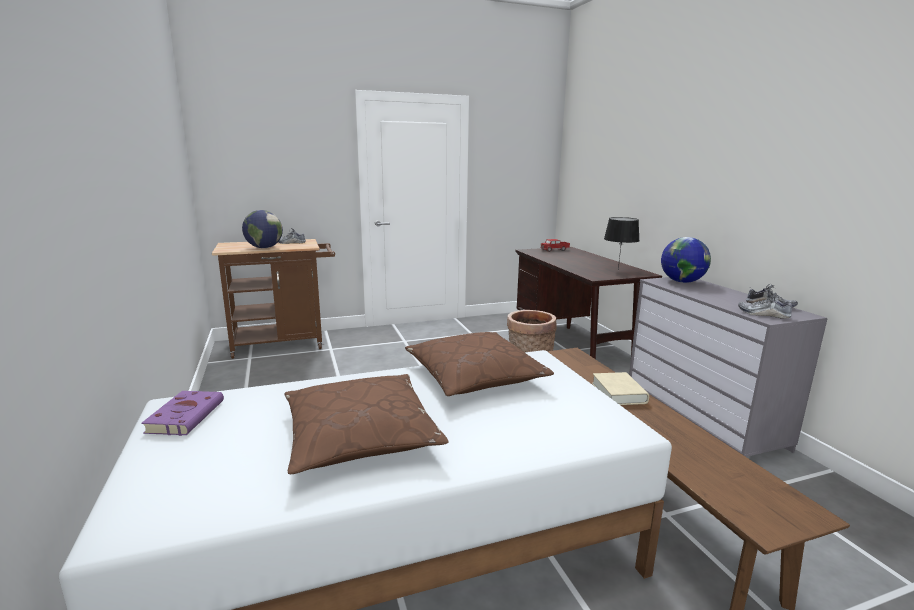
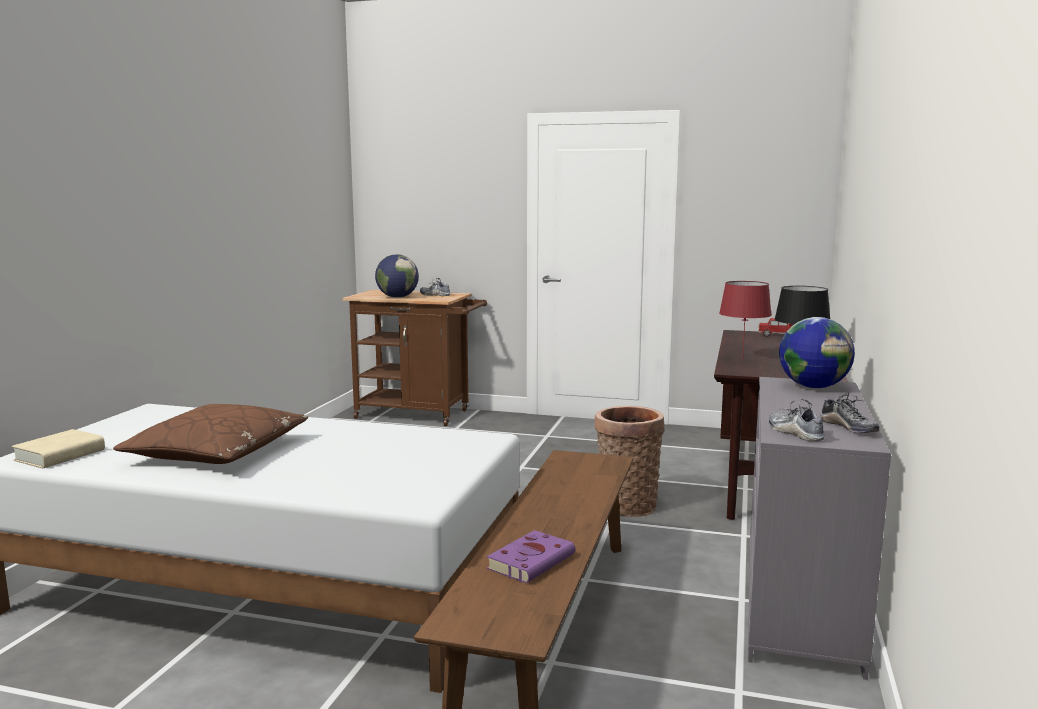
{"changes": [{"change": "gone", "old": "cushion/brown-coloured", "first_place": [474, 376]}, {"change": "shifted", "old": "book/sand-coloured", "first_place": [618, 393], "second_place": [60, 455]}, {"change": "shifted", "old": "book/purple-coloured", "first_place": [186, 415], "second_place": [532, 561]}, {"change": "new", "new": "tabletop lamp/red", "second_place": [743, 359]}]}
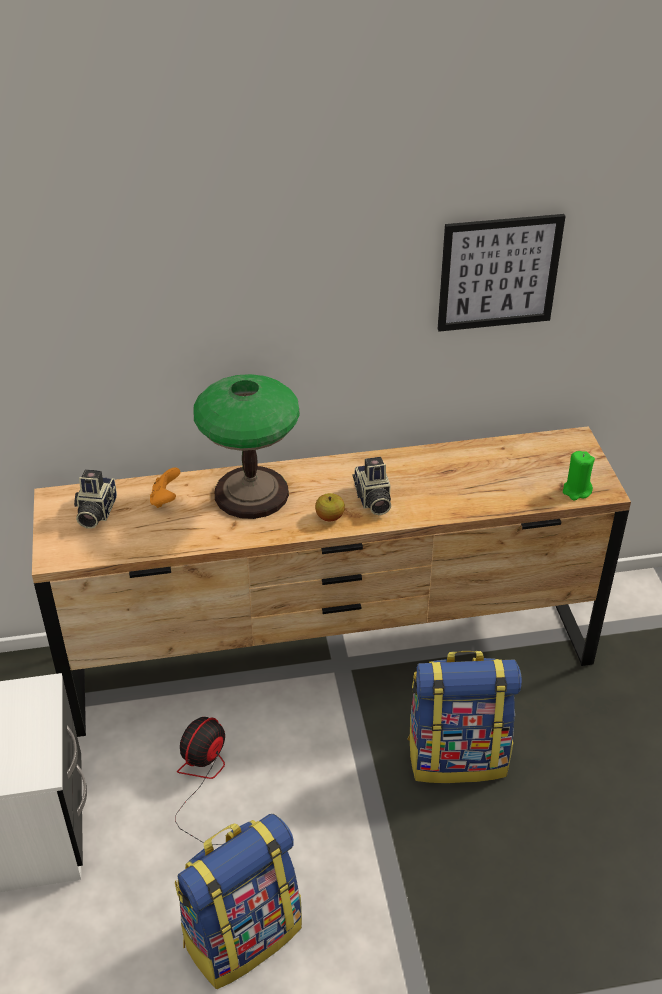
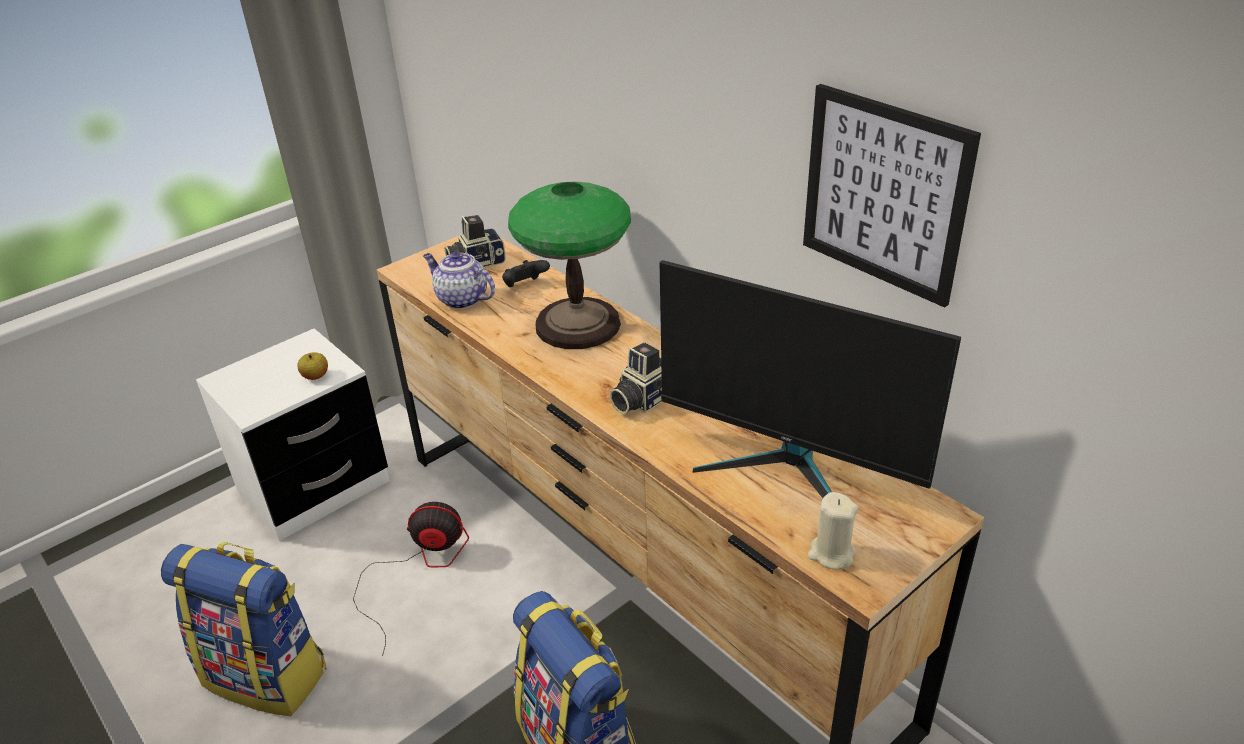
{"changes": [{"change": "repainted", "old": "wax light/green-coloured", "new": "wax light/sand-coloured", "first_place": [576, 491], "second_place": [831, 554]}, {"change": "repainted", "old": "joypad/orange-coloured", "new": "joypad/blackish", "first_place": [166, 499], "second_place": [525, 286]}, {"change": "shifted", "old": "apple", "first_place": [330, 517], "second_place": [315, 376]}, {"change": "new", "new": "teapot", "second_place": [461, 299]}, {"change": "new", "new": "computer screen", "second_place": [789, 467]}]}
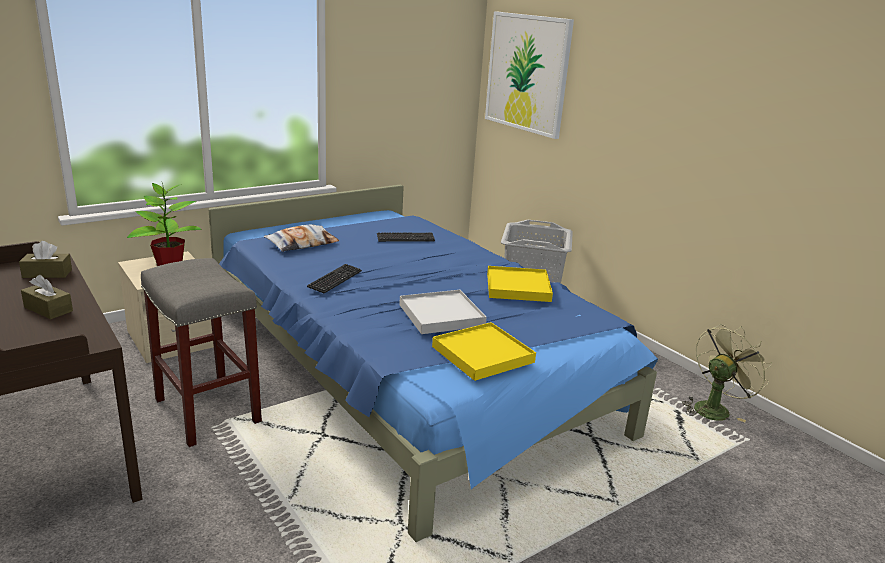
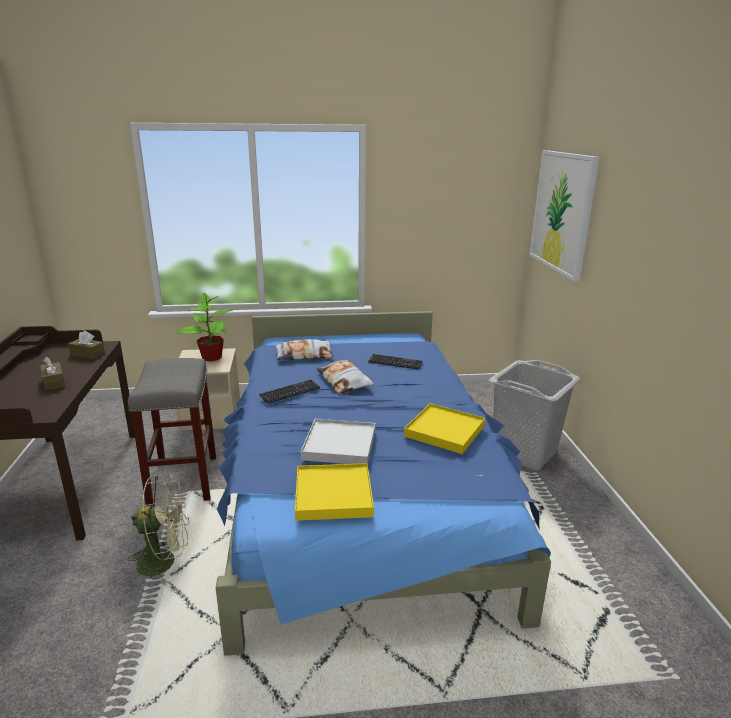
{"changes": [{"change": "shifted", "old": "fan/green-coloured", "first_place": [714, 408], "second_place": [165, 561]}, {"change": "new", "new": "cushion", "second_place": [344, 381]}]}
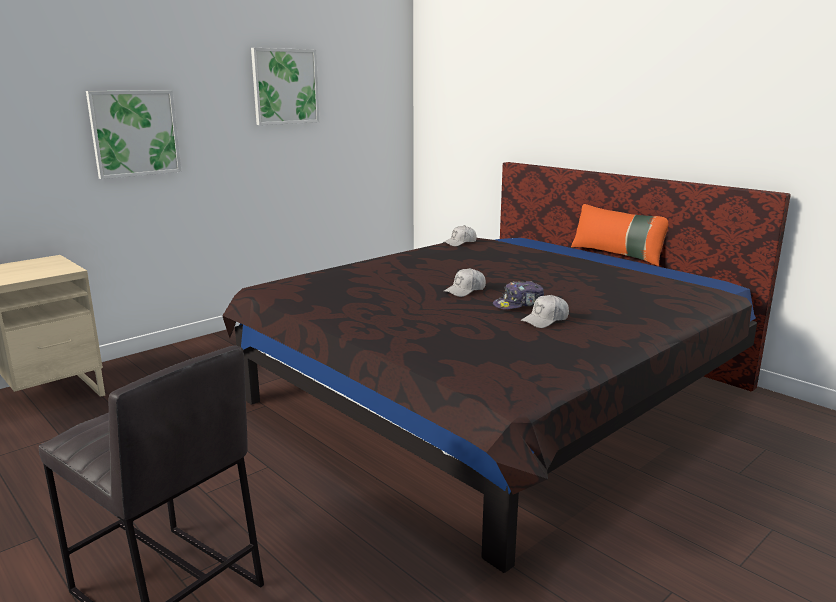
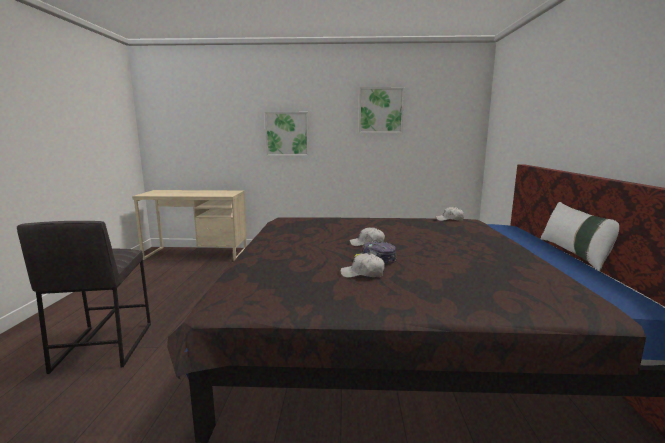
{"changes": [{"change": "repainted", "old": "cushion/orange-coloured", "new": "cushion/white-coloured", "first_place": [617, 255], "second_place": [575, 254]}]}
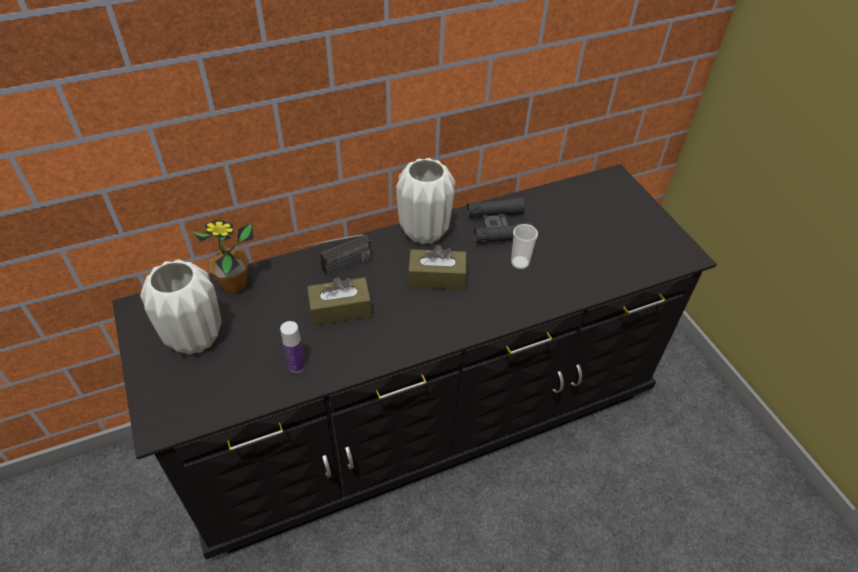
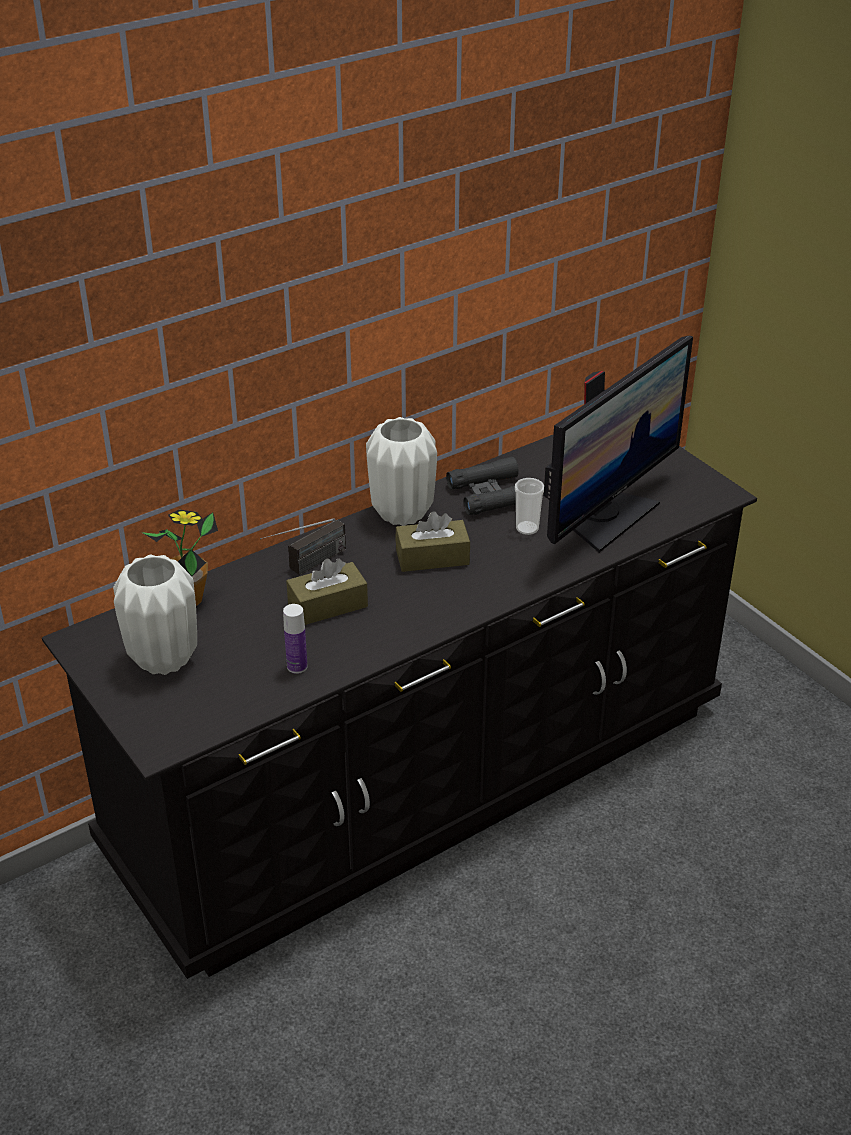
{"changes": [{"change": "new", "new": "computer screen", "second_place": [607, 517]}]}
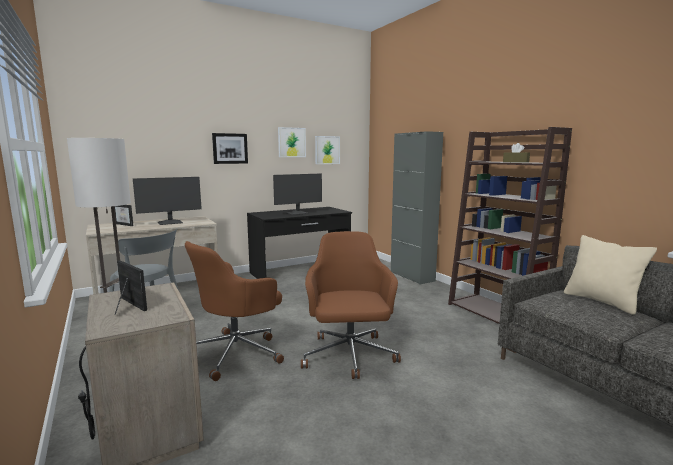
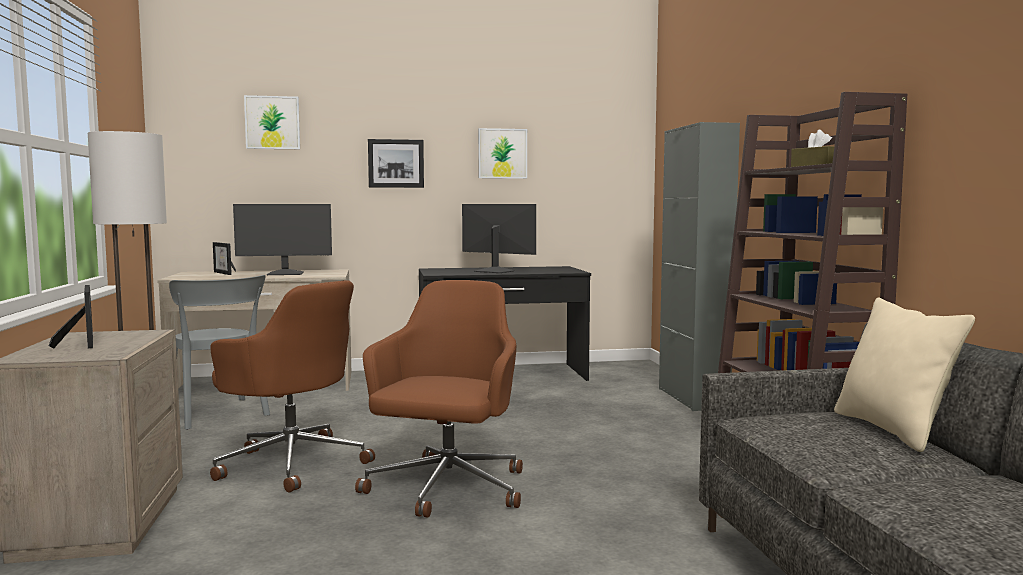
{"changes": [{"change": "shifted", "old": "wall picture", "first_place": [327, 150], "second_place": [272, 122]}, {"change": "rotated", "old": "computer screen", "first_place": [297, 213], "second_place": [494, 271], "degrees": -135}, {"change": "rotated", "old": "computer chair/brown-coloured", "first_place": [237, 352], "second_place": [292, 462], "degrees": -120}]}
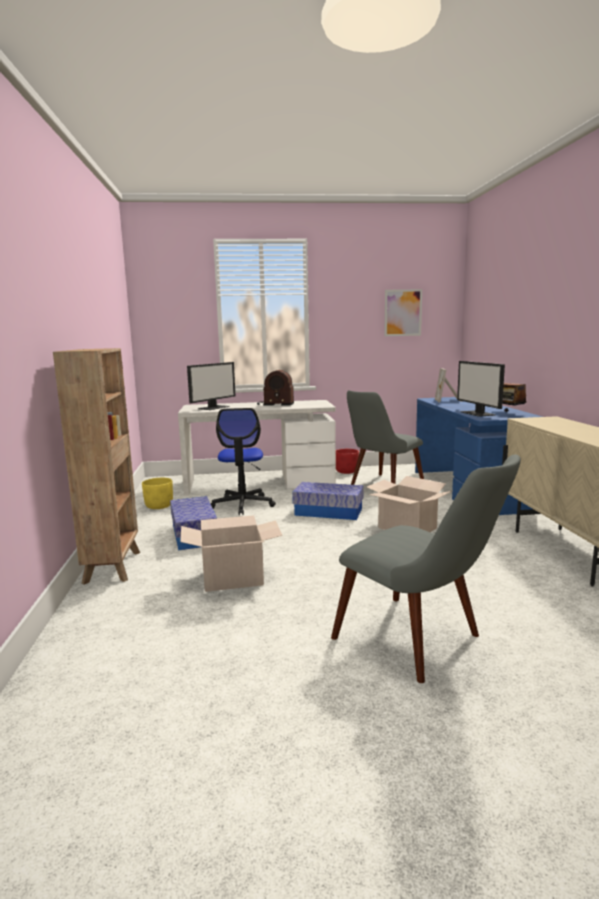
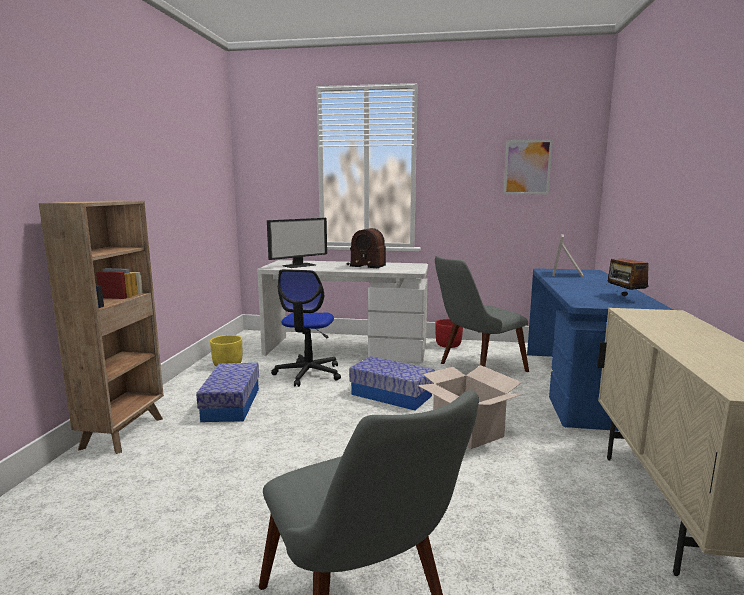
{"changes": [{"change": "gone", "old": "computer screen", "first_place": [478, 413]}, {"change": "gone", "old": "cardboard box", "first_place": [232, 578]}]}
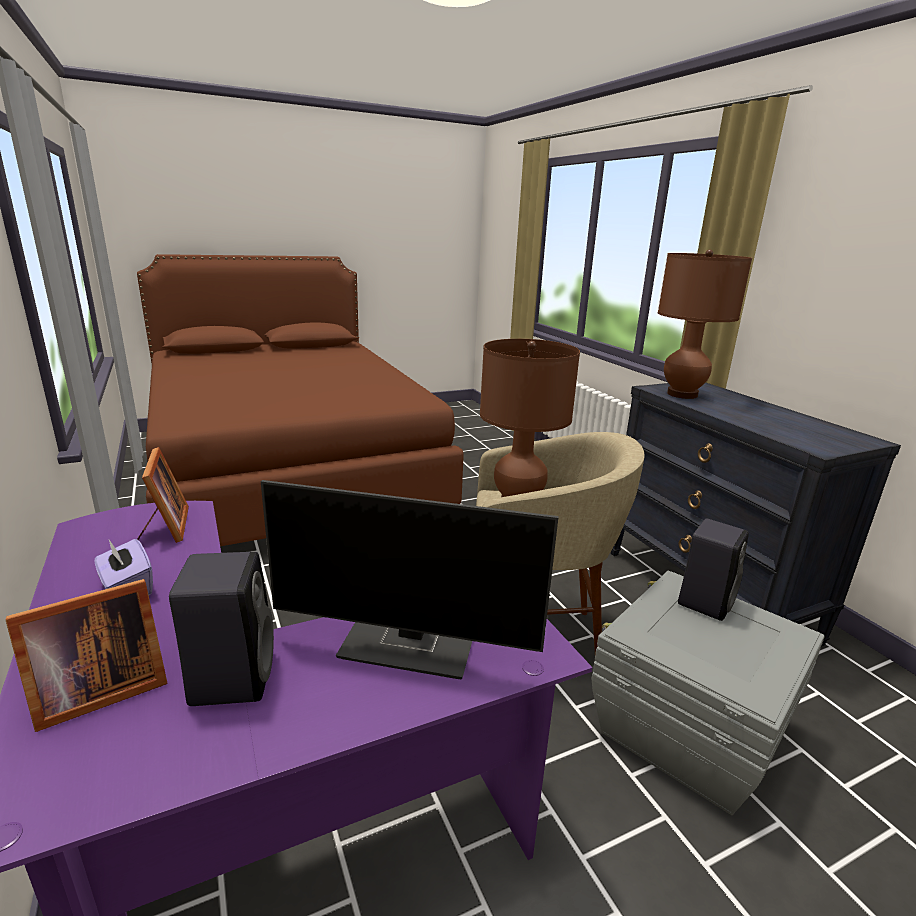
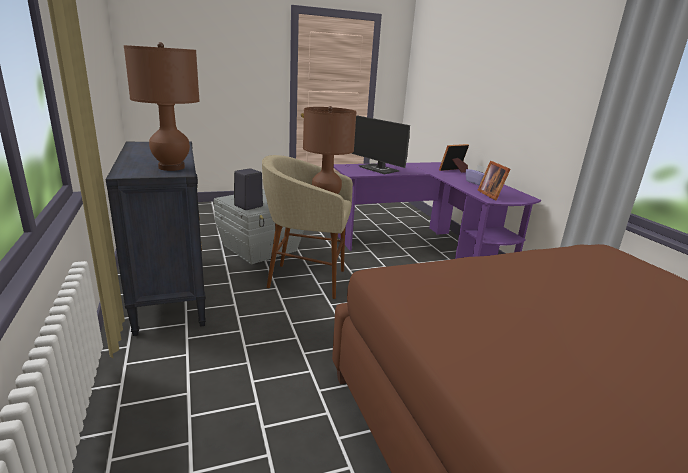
{"changes": [{"change": "rotated", "old": "computer screen", "first_place": [412, 644], "second_place": [379, 169], "degrees": -150}, {"change": "gone", "old": "loudspeaker/blackish", "first_place": [232, 675]}]}
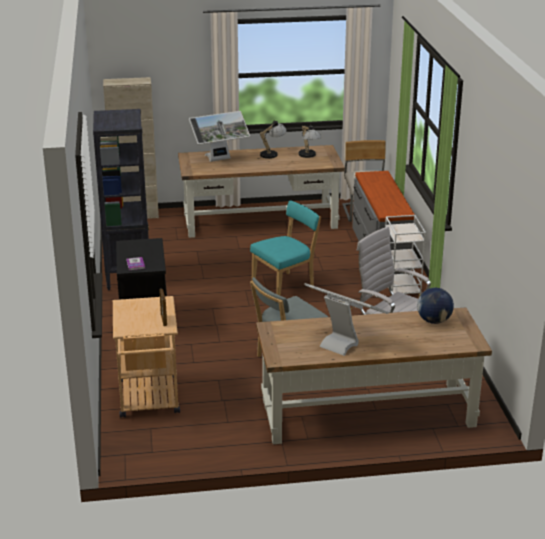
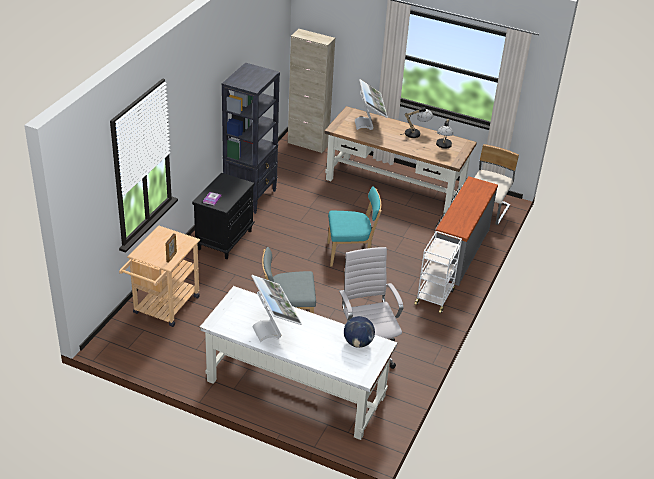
{"changes": [{"change": "rotated", "old": "computer screen", "first_place": [220, 160], "second_place": [369, 124], "degrees": -105}, {"change": "repainted", "old": "desk/brown-coloured", "new": "desk/white-coloured", "first_place": [366, 413], "second_place": [294, 389]}]}
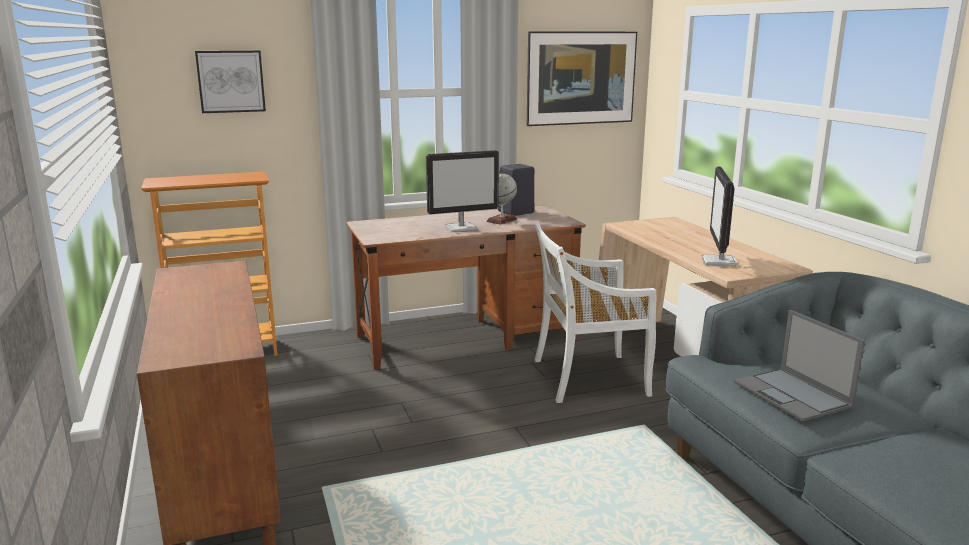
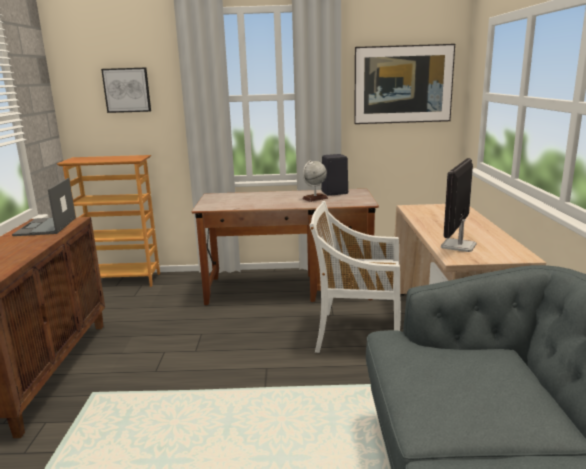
{"changes": [{"change": "gone", "old": "computer screen", "first_place": [462, 228]}, {"change": "shifted", "old": "laptop", "first_place": [793, 395], "second_place": [46, 227]}]}
